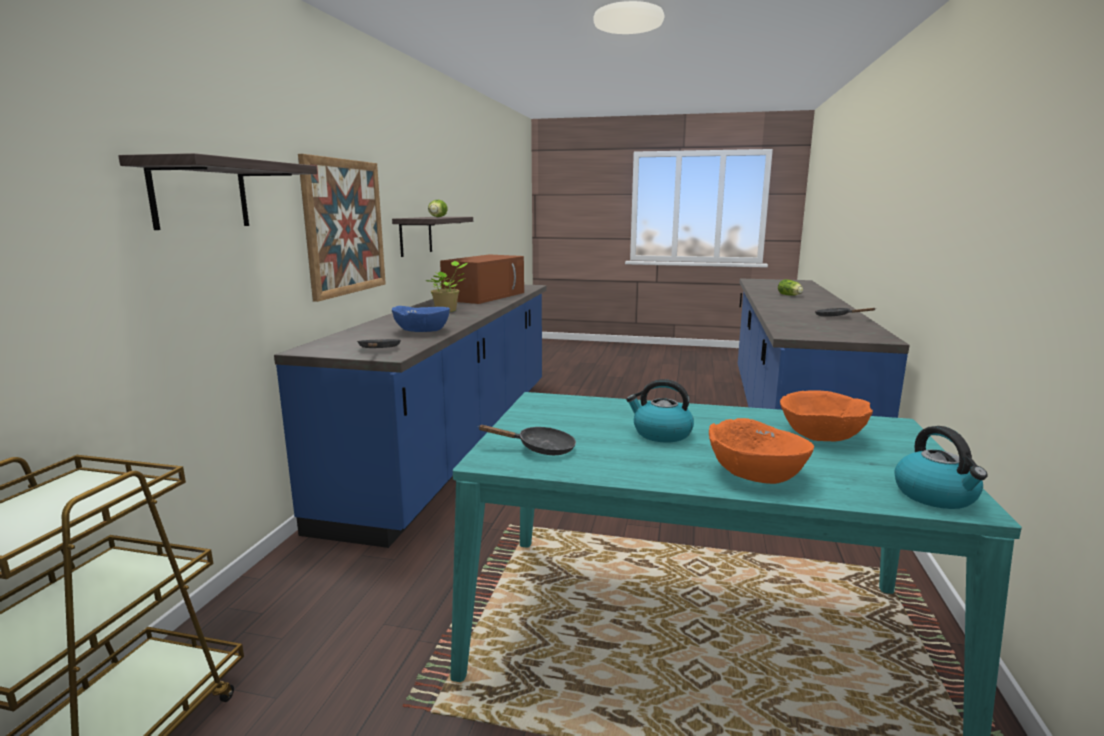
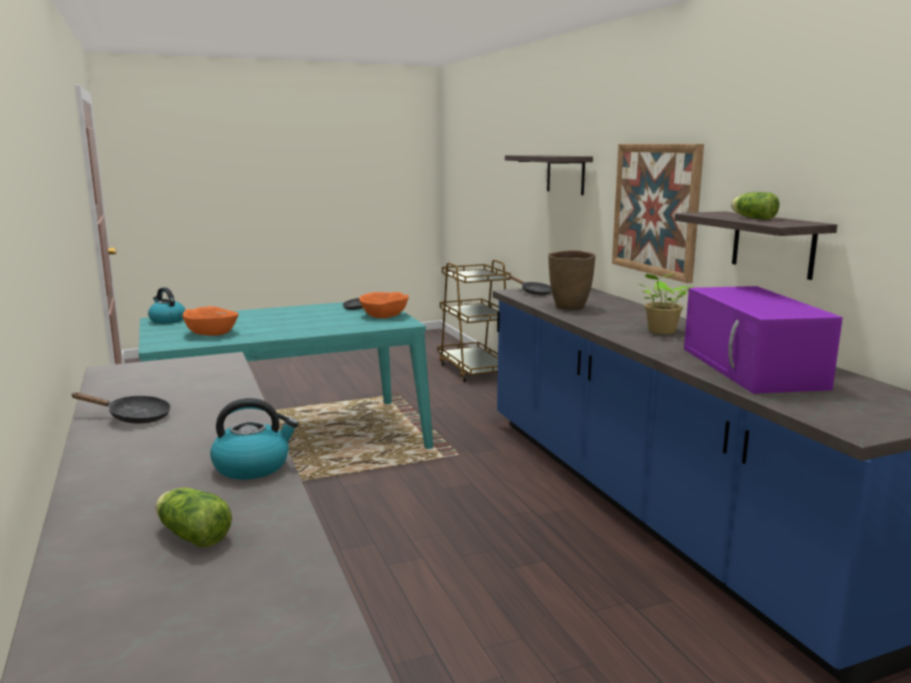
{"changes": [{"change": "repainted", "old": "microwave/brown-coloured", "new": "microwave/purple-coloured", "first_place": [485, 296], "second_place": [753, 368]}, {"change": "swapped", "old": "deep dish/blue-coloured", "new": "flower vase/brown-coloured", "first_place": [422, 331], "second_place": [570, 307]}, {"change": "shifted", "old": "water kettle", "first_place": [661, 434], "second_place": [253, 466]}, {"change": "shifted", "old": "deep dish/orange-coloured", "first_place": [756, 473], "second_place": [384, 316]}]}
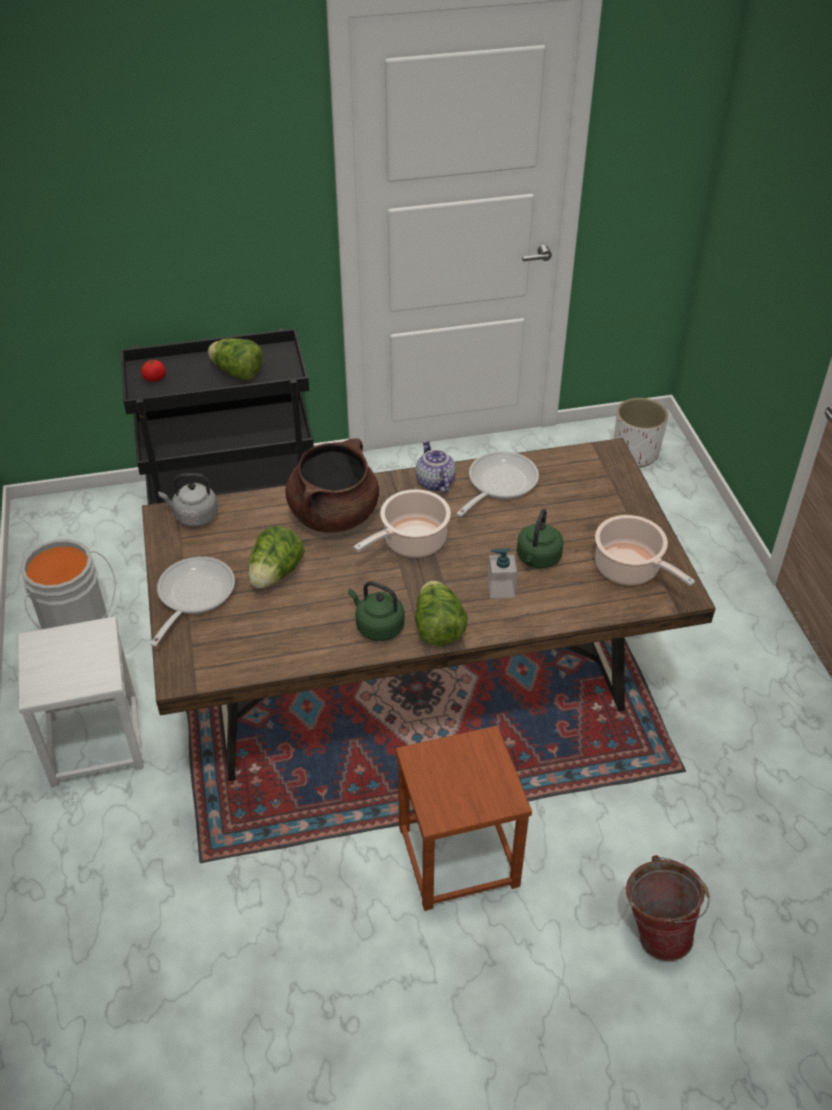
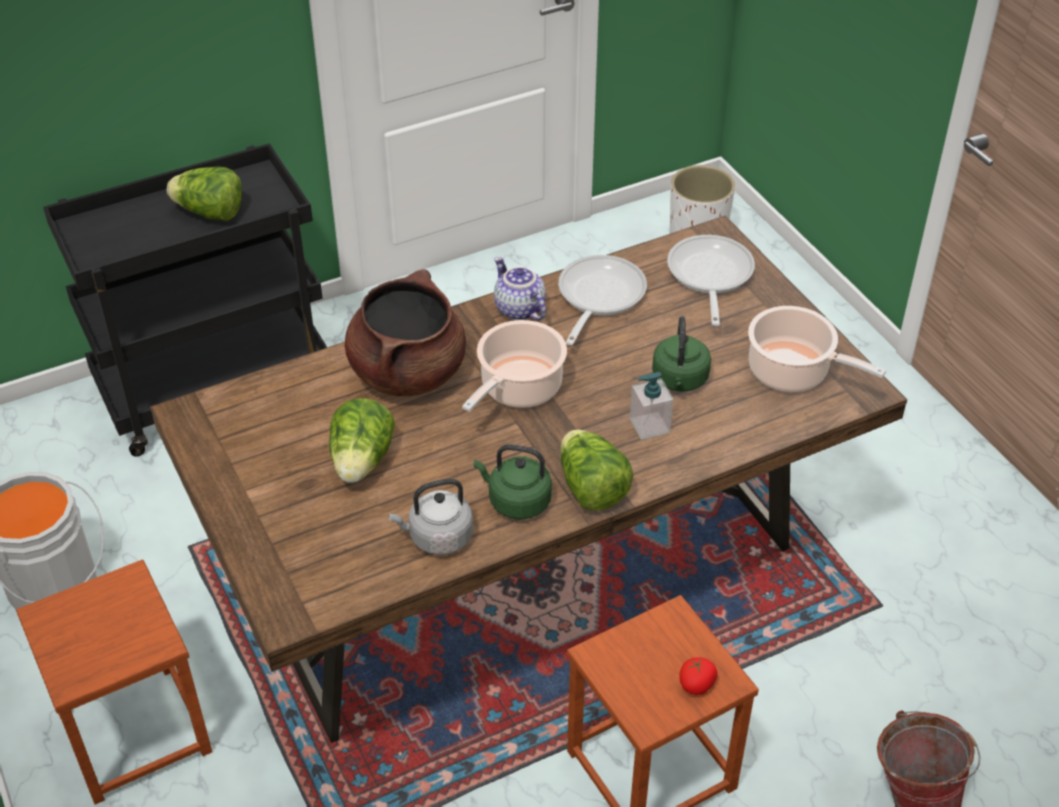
{"changes": [{"change": "shifted", "old": "whole tomato", "first_place": [155, 378], "second_place": [697, 685]}, {"change": "shifted", "old": "water kettle/greyish", "first_place": [194, 516], "second_place": [437, 537]}, {"change": "shifted", "old": "pan", "first_place": [192, 596], "second_place": [709, 276]}, {"change": "repainted", "old": "stool seat/white-coloured", "new": "stool seat/brown-coloured", "first_place": [94, 741], "second_place": [132, 732]}]}
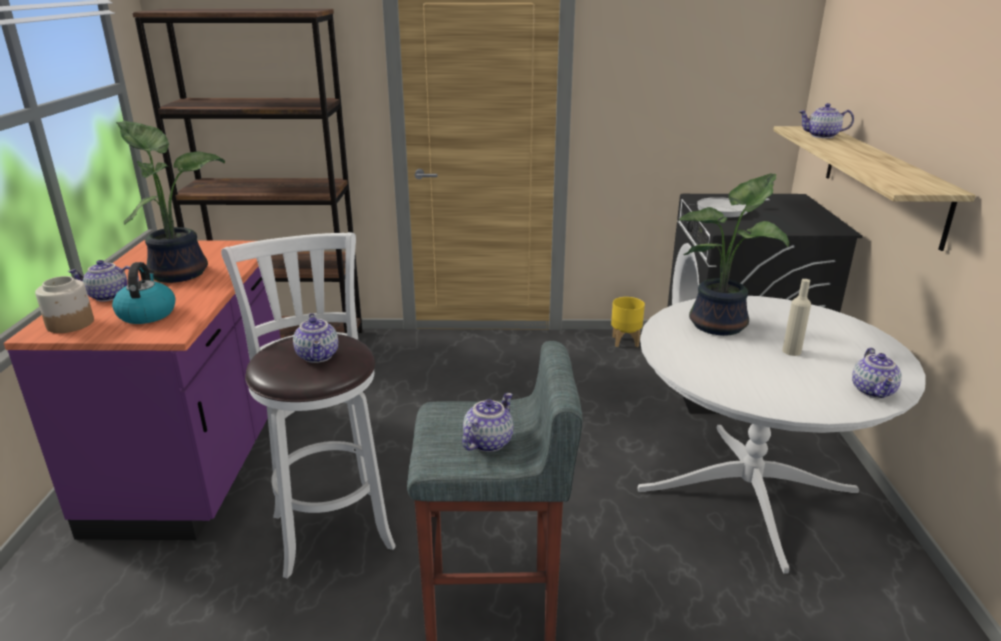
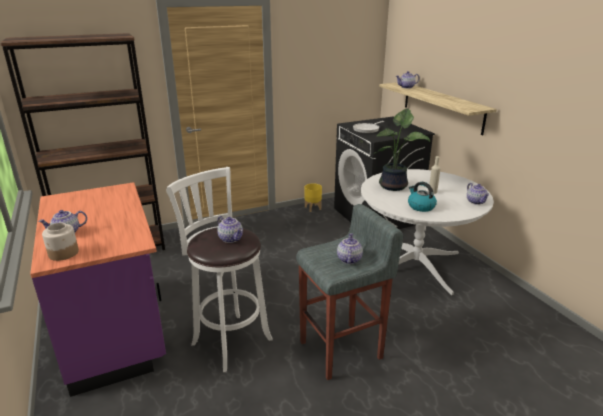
{"changes": [{"change": "gone", "old": "plant in a pot", "first_place": [180, 272]}, {"change": "shifted", "old": "water kettle", "first_place": [147, 314], "second_place": [420, 206]}]}
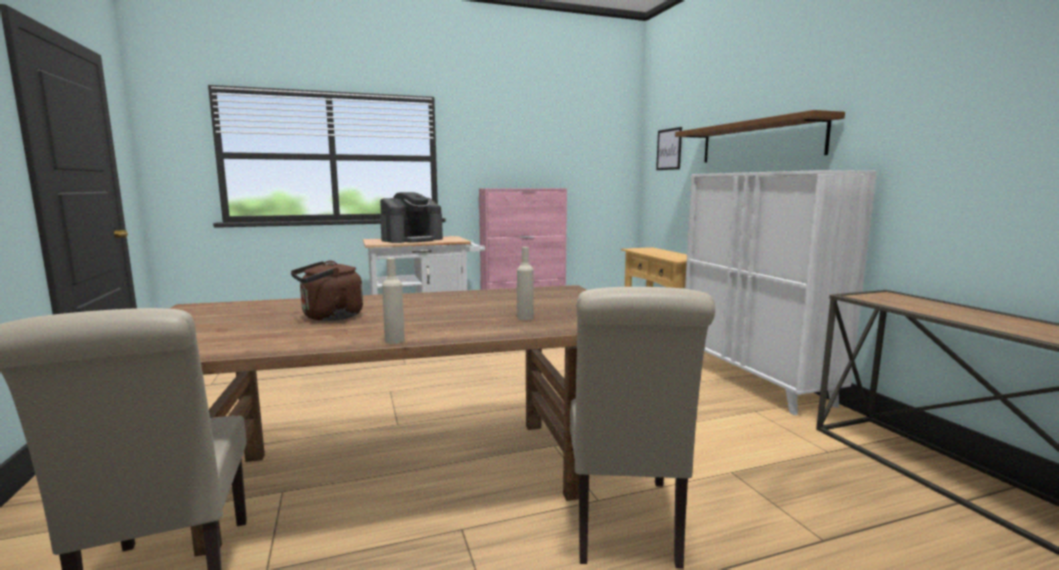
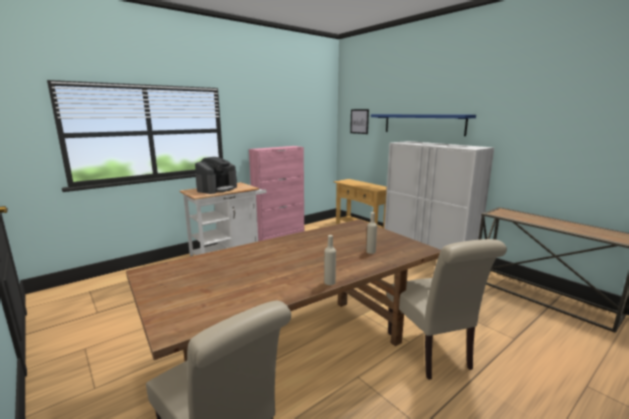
{"changes": [{"change": "repainted", "old": "bracket shelf/brown-coloured", "new": "bracket shelf/blue-coloured", "first_place": [759, 141], "second_place": [422, 124]}, {"change": "gone", "old": "water kettle/brown-coloured", "first_place": [329, 317]}]}
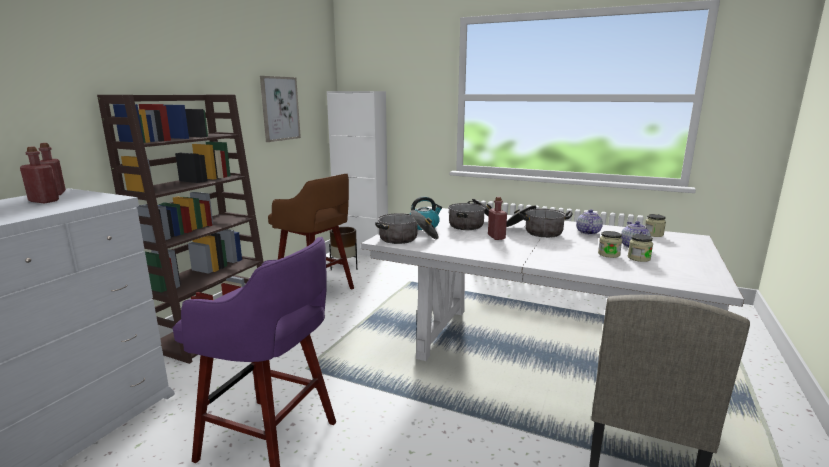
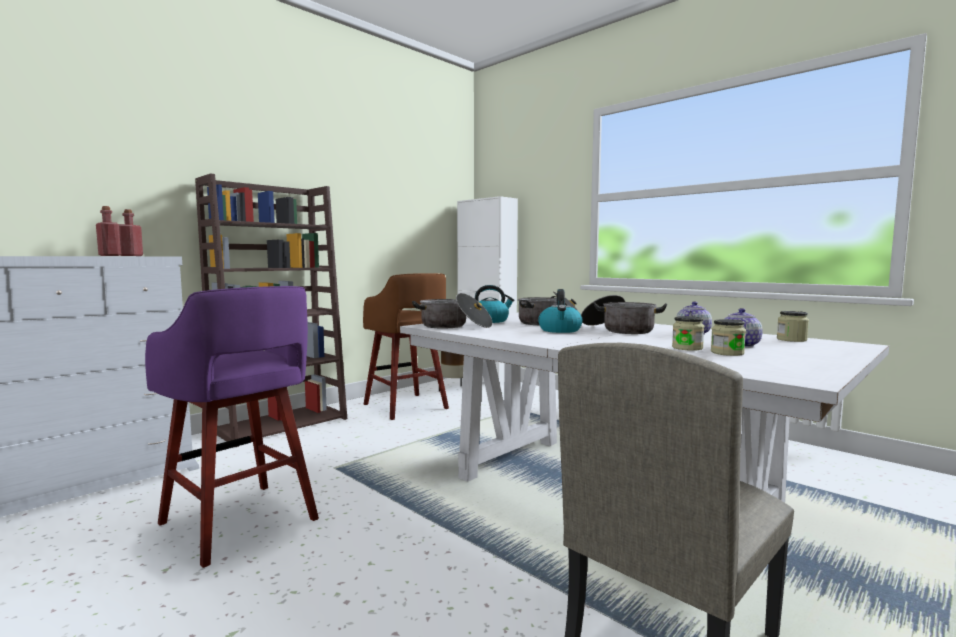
{"changes": [{"change": "gone", "old": "wall picture", "first_place": [280, 108]}, {"change": "swapped", "old": "drink bottle/red", "new": "water kettle", "first_place": [496, 237], "second_place": [560, 330]}]}
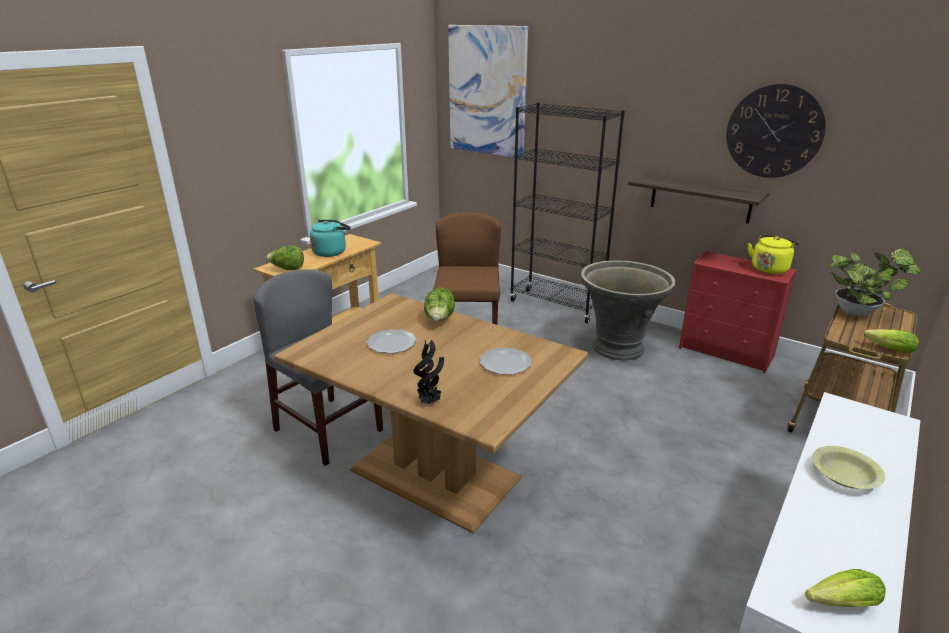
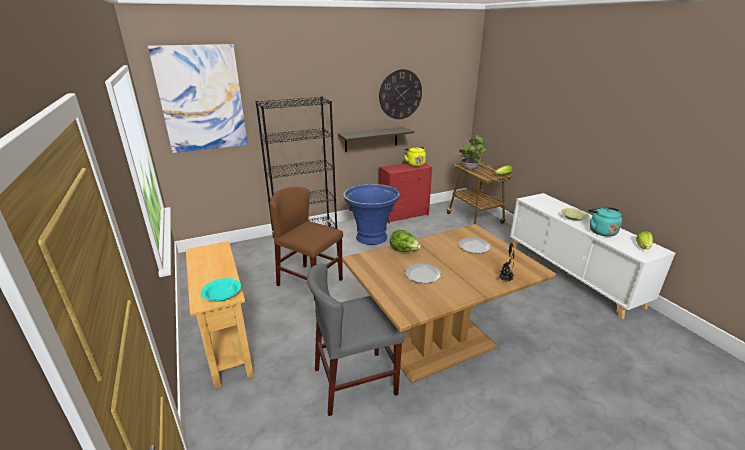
{"changes": [{"change": "shifted", "old": "water kettle/turquoise", "first_place": [331, 252], "second_place": [601, 231]}, {"change": "swapped", "old": "head of lettuce", "new": "deep dish/turquoise", "first_place": [287, 269], "second_place": [222, 294]}, {"change": "repainted", "old": "planter/greyish", "new": "planter/blue-coloured", "first_place": [619, 348], "second_place": [371, 237]}]}
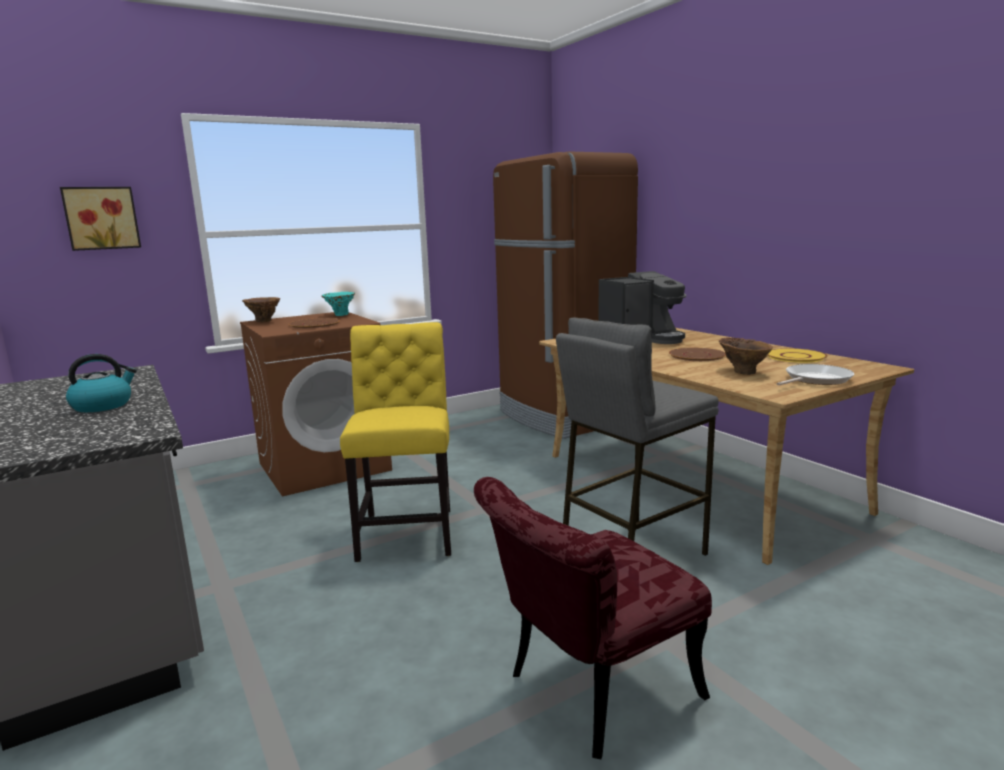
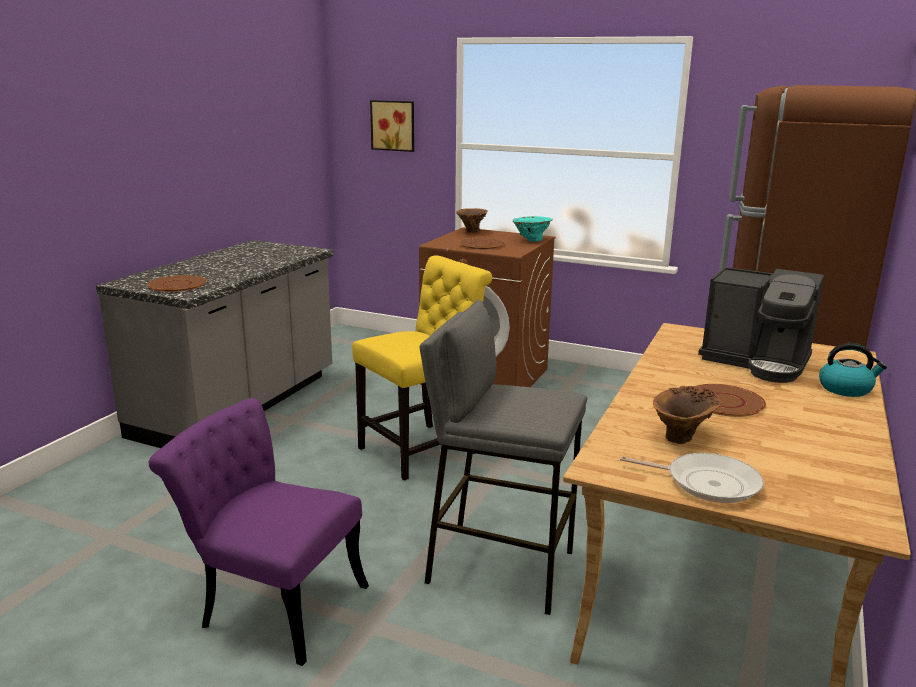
{"changes": [{"change": "gone", "old": "dinner plate/yellowish", "first_place": [795, 356]}, {"change": "shifted", "old": "water kettle", "first_place": [103, 405], "second_place": [846, 389]}, {"change": "repainted", "old": "chair/red", "new": "chair/purple-coloured", "first_place": [589, 694], "second_place": [271, 603]}, {"change": "new", "new": "dinner plate/brown-coloured", "second_place": [177, 284]}]}
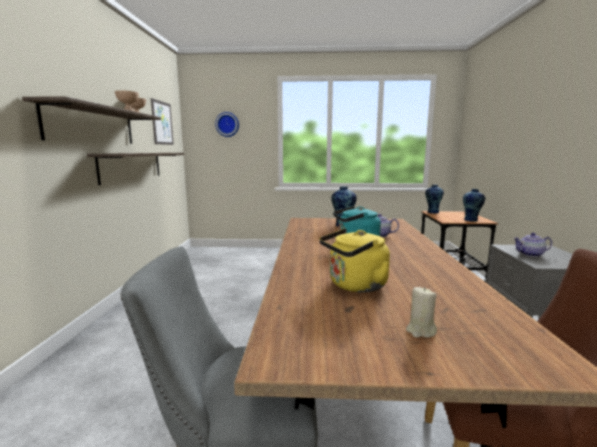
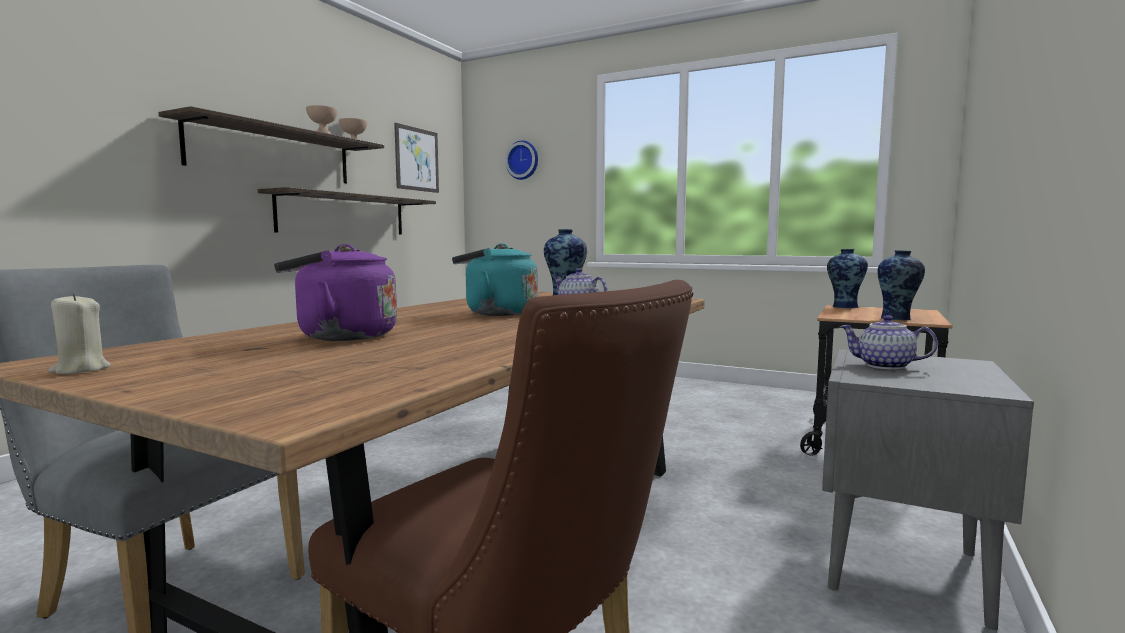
{"changes": [{"change": "repainted", "old": "water kettle/yellowish", "new": "water kettle/purple-coloured", "first_place": [355, 286], "second_place": [341, 336]}, {"change": "shifted", "old": "wax light/sand-coloured", "first_place": [420, 331], "second_place": [80, 370]}]}
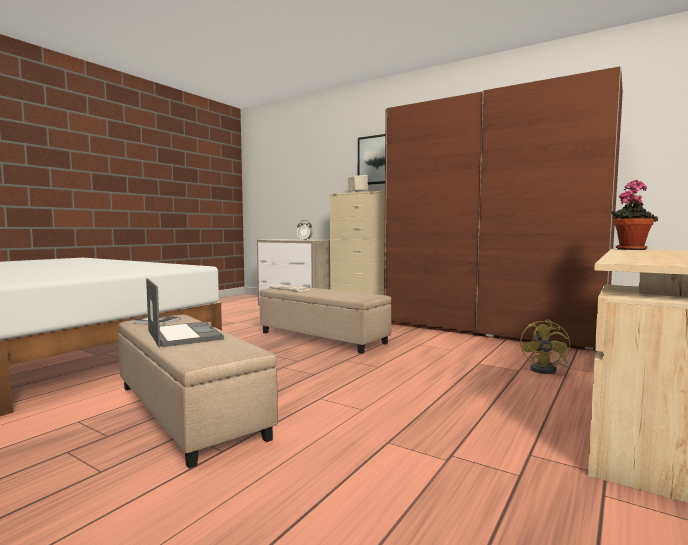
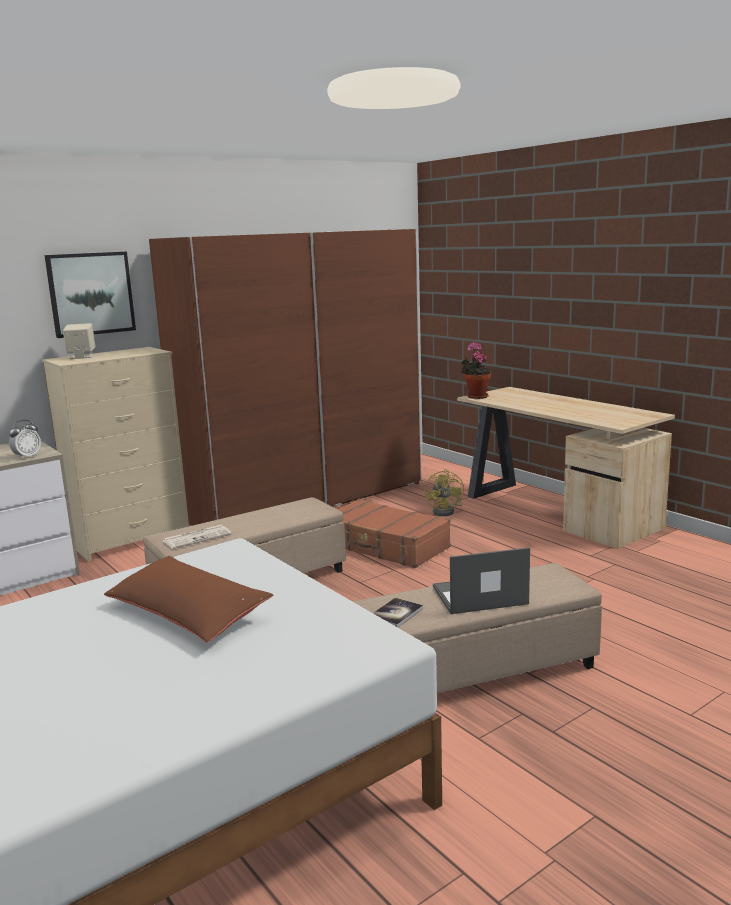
{"changes": [{"change": "rotated", "old": "fan/yellowish", "first_place": [547, 370], "second_place": [446, 511], "degrees": 45}, {"change": "new", "new": "travel case/brown-coloured", "second_place": [385, 546]}, {"change": "new", "new": "cushion/brown-coloured", "second_place": [188, 613]}]}
